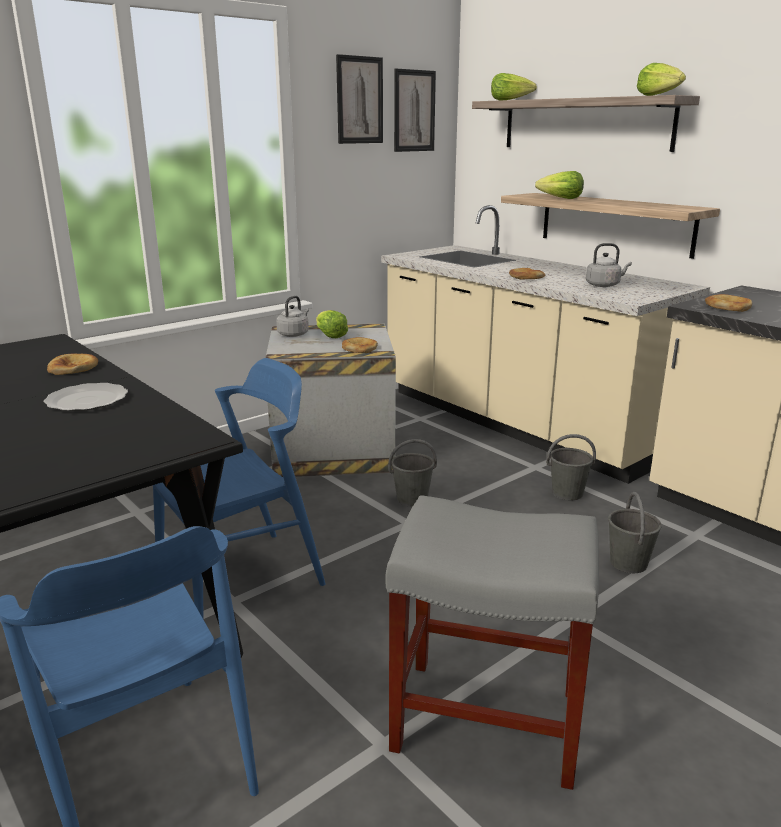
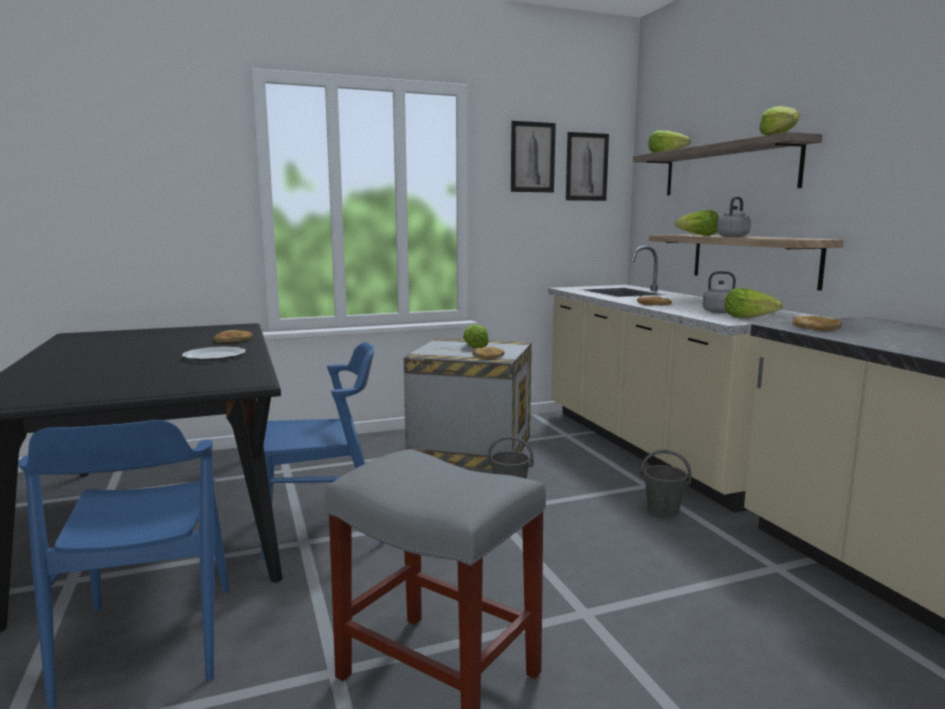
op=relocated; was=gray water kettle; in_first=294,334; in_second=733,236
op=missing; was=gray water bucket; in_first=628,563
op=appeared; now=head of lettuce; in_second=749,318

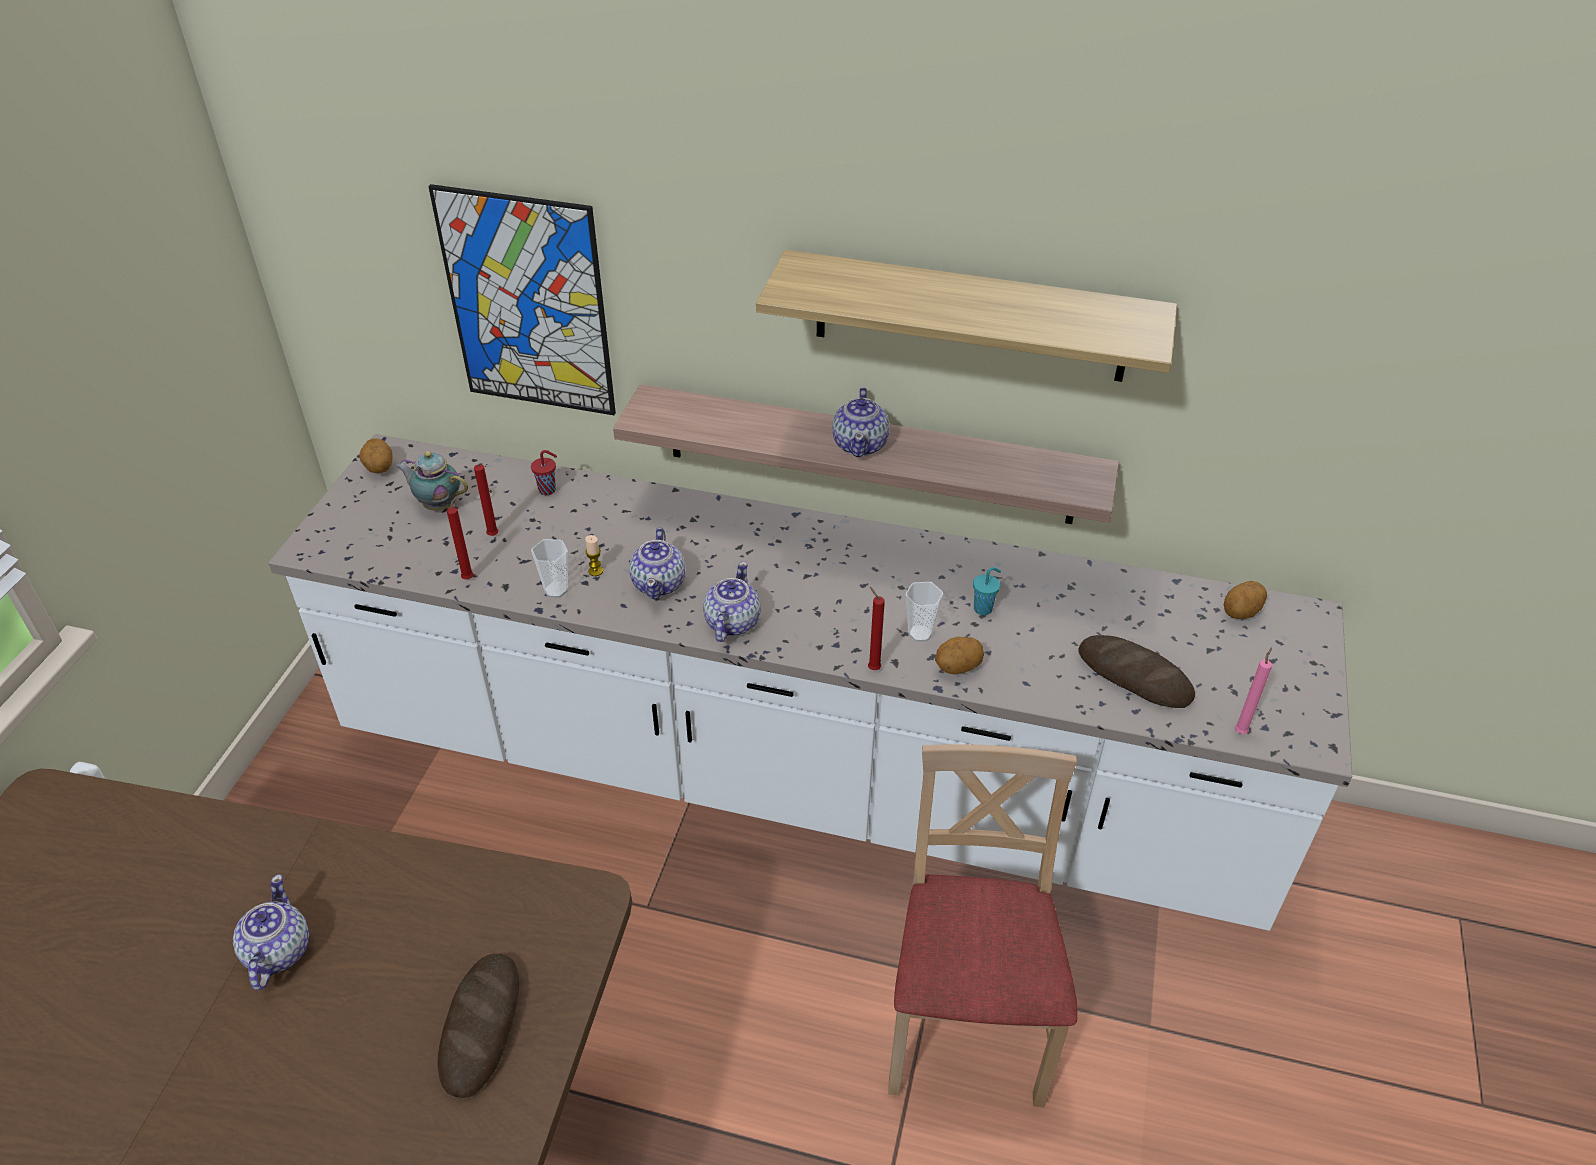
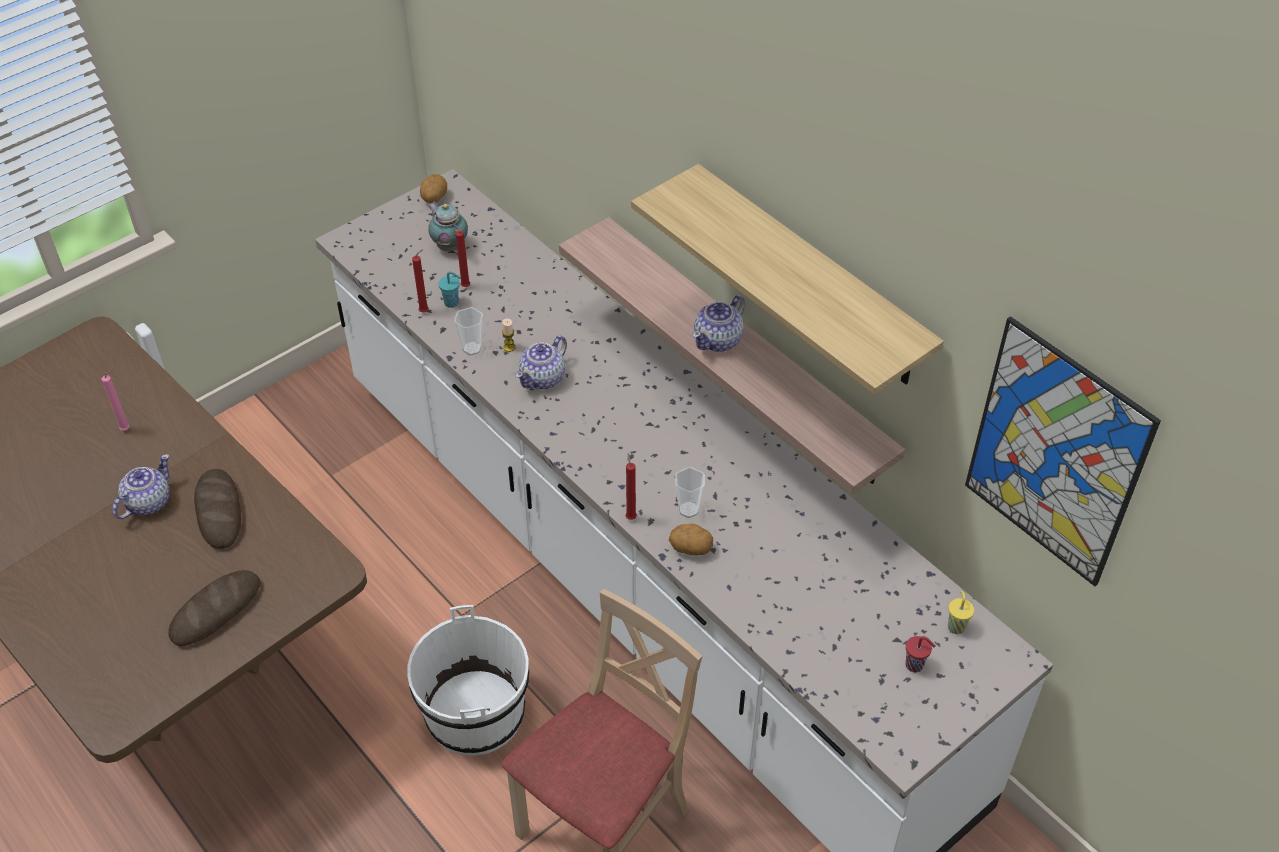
op=relocated; was=wall picture; in_first=527,304; in_second=1055,454
op=relocated; was=red small cup; in_first=548,490; in_second=915,665
op=missing; was=tea pot; in_first=731,623
op=relocated; was=turquoise small cup; in_first=984,608; in_second=452,303
op=exchanged; was=whole potato; now=yellow small cup; in_first=1241,612; in_second=956,626
op=relocated; was=baked bread; in_first=1134,676; in_second=219,512
op=relocated; was=pink-coloured wax candle; in_first=1241,731; in_second=127,429
op=appeared; now=whitish water bucket; in_second=475,714

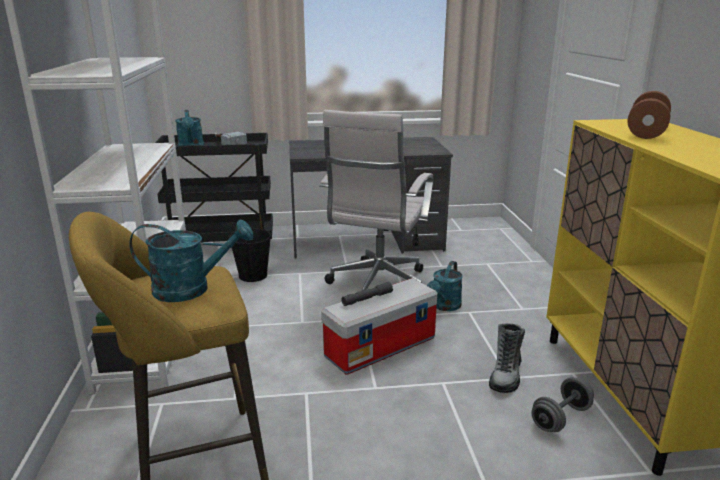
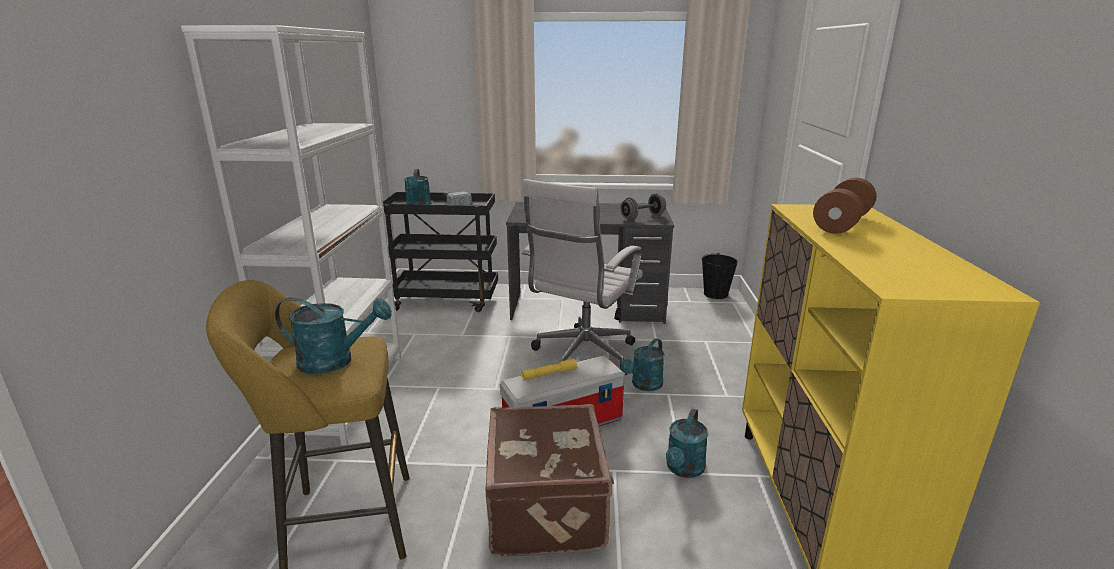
op=relocated; was=black water bucket; in_first=253,275; in_second=716,294
op=colour; was=gray flashlight; now=yellow flashlight; in_first=367,299; in_second=549,374
op=exchanged; was=tall boot; now=turquoise sprinkling can; in_first=506,375; in_second=683,469
op=relocated; was=gray hand weight; in_first=560,418; in_second=642,217
op=appeared; now=brown-coloured piece of luggage; in_second=548,508

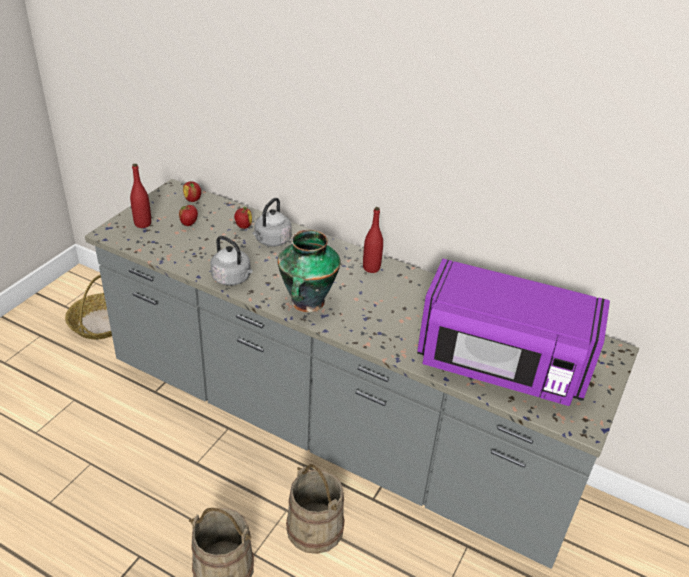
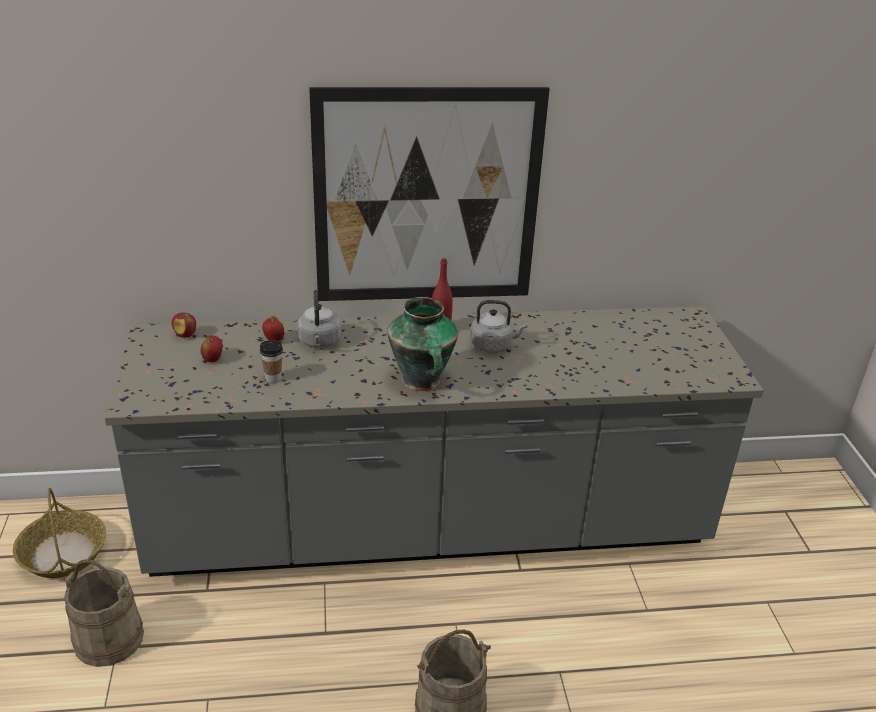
op=missing; was=red drink bottle; in_first=143,224
op=relocated; was=gray water kettle; in_first=233,279; in_second=493,345
op=missing; was=purple microwave; in_first=500,365
op=relocated; was=beige-coloured water bucket; in_first=315,528; in_second=109,638
op=appeared; now=wall picture; in_second=427,198
op=appeared; now=small cup; in_second=273,378

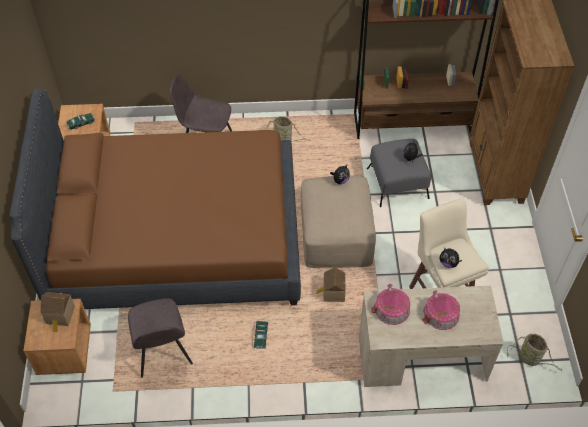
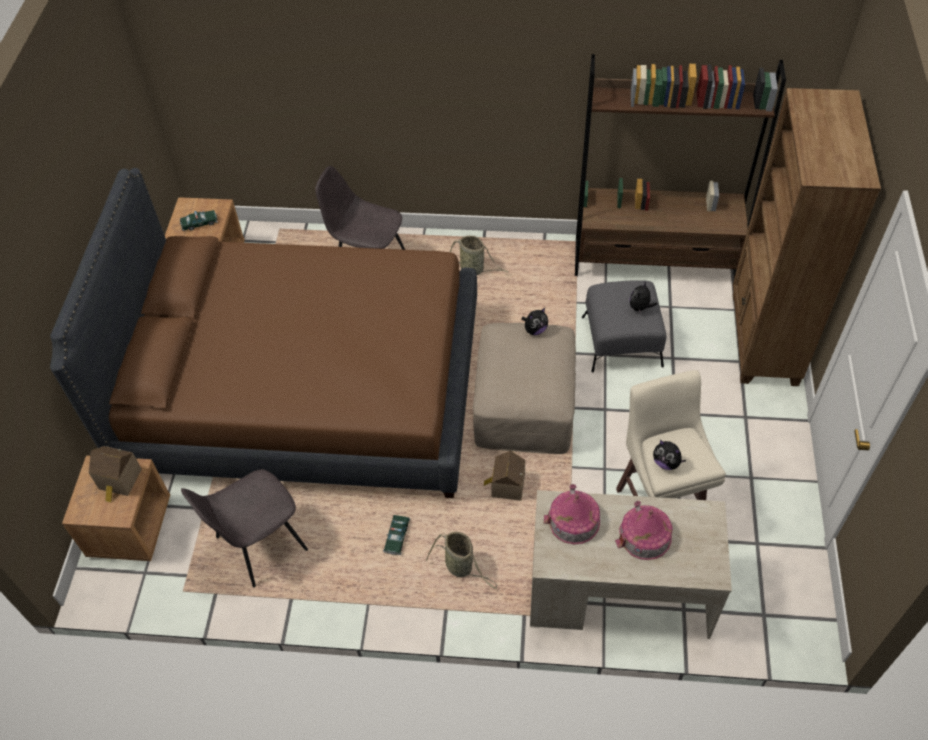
op=spun; was=gray plain chair; in_first=162,353; in_second=259,545; clockwise=60
op=relocated; was=basket; in_first=530,359; in_second=461,567

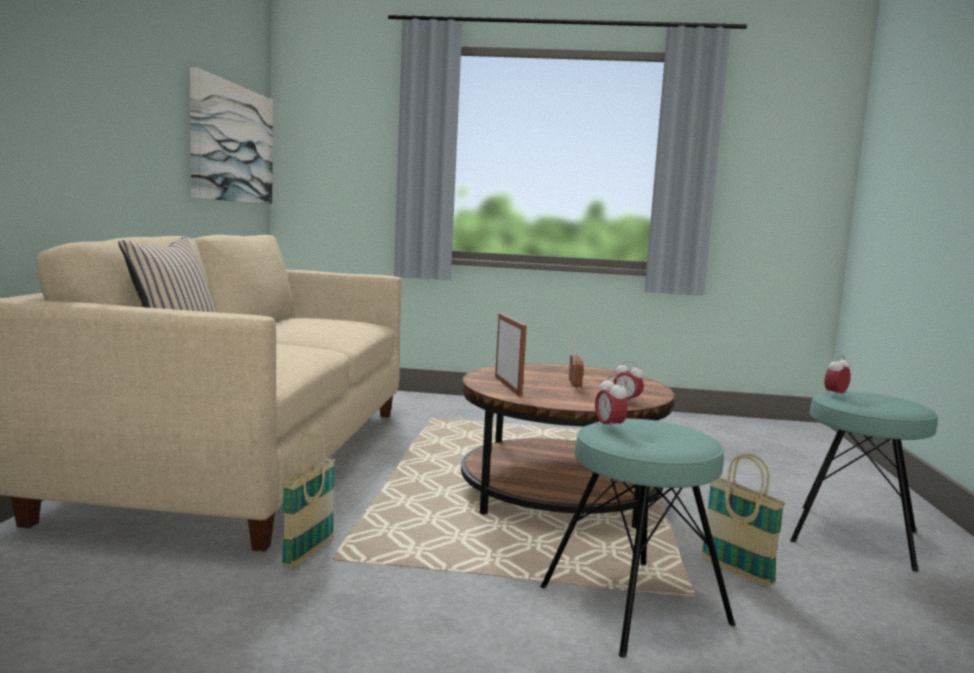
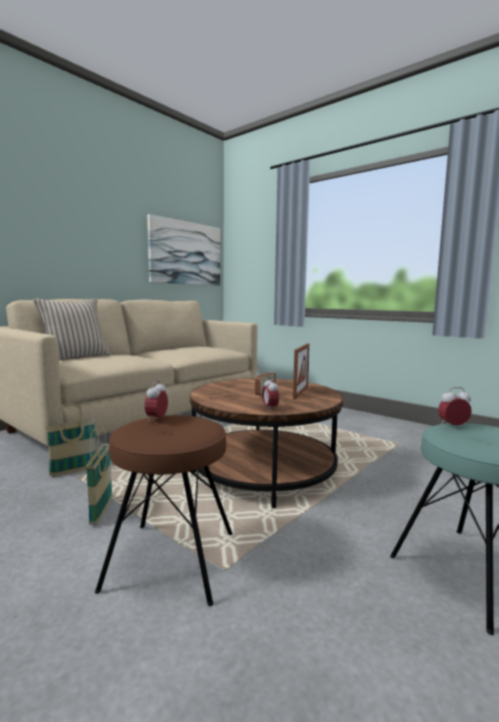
op=relocated; was=standing frame; in_first=507,386; in_second=300,392
op=colour; was=turquoise stool seat; now=brown-coloured stool seat; in_first=633,605; in_second=171,560
op=relocated; was=basket; in_first=736,572; in_second=101,511

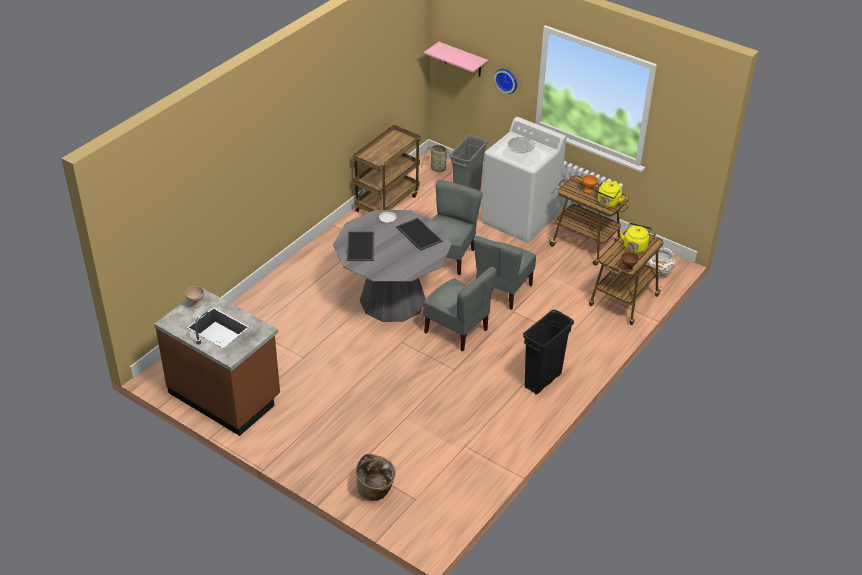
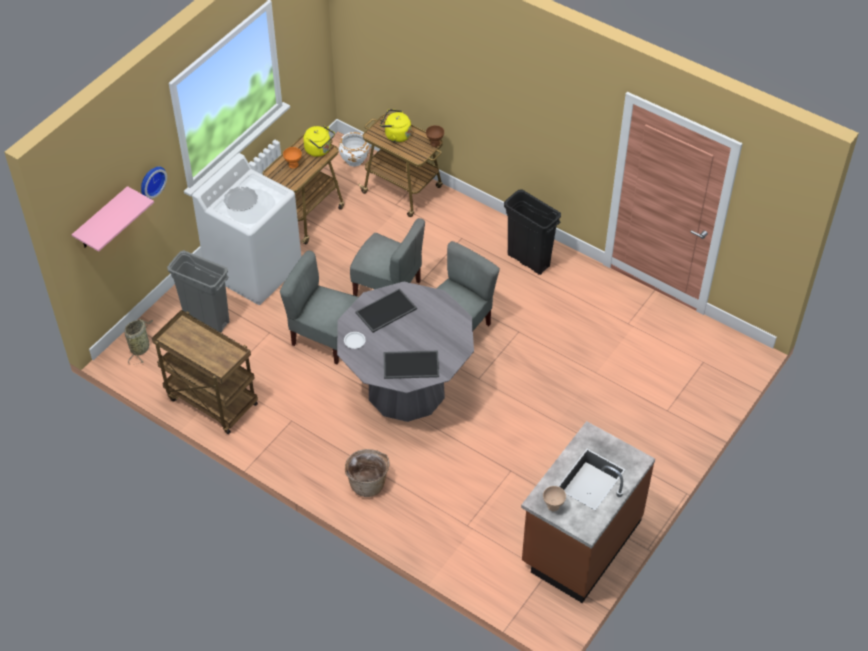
op=relocated; was=basket; in_first=376,491; in_second=368,482

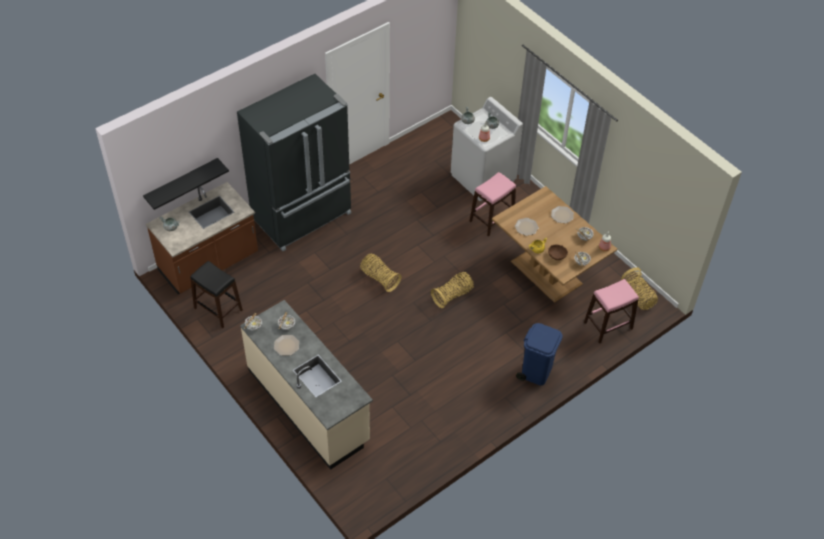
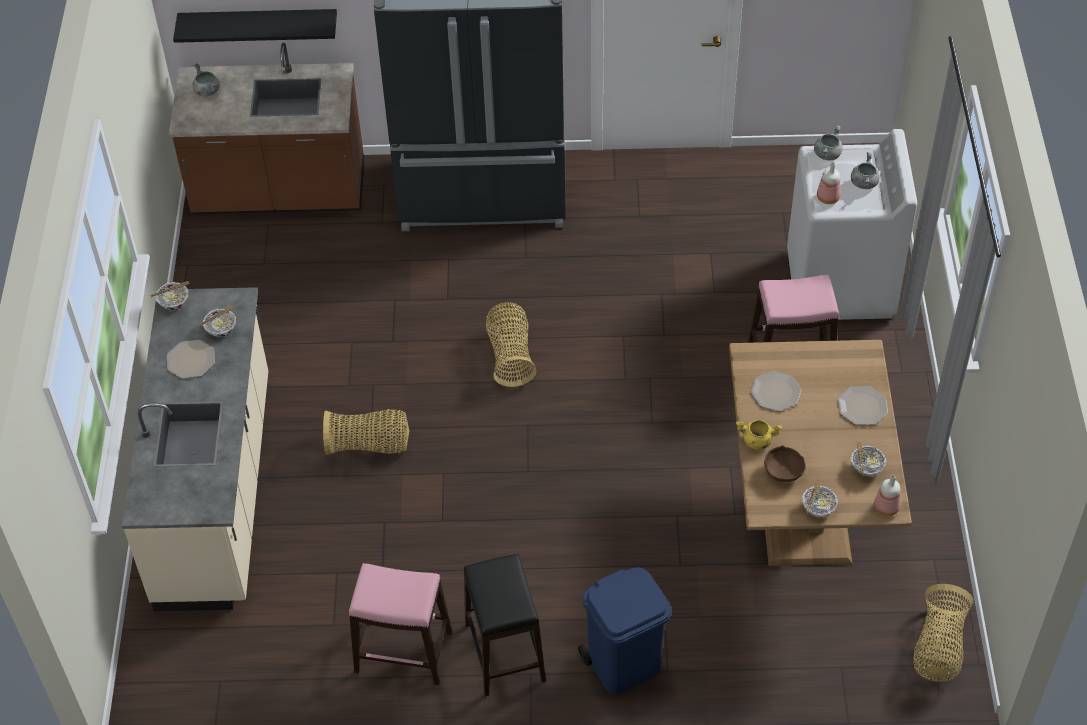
op=relocated; was=black stool seat; in_first=218,309; in_second=504,652
op=relocated; was=basket; in_first=453,295; in_second=369,445
op=relocated; was=pink-coloured stool seat; in_first=608,326; in_second=403,652

